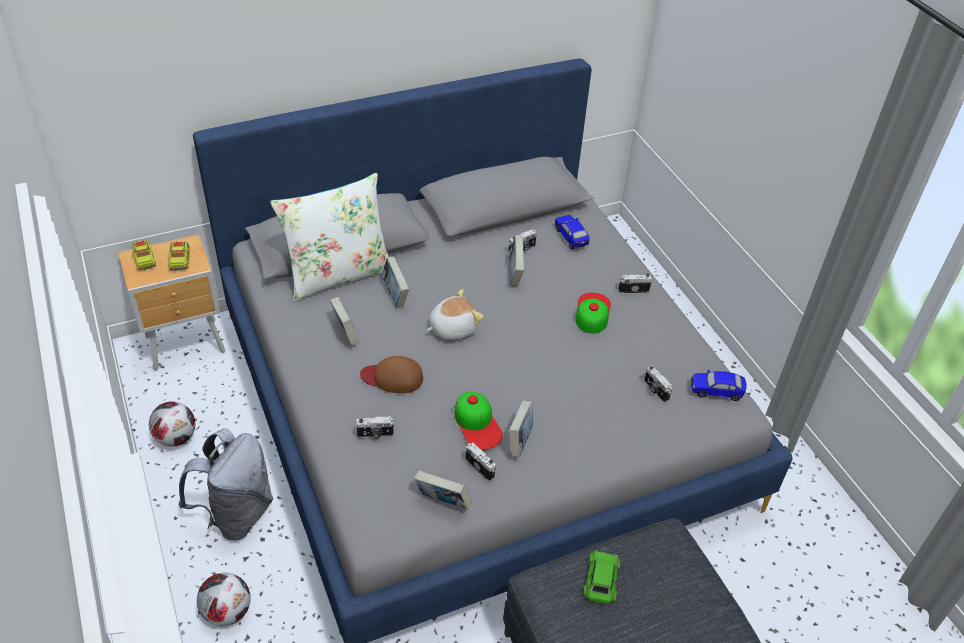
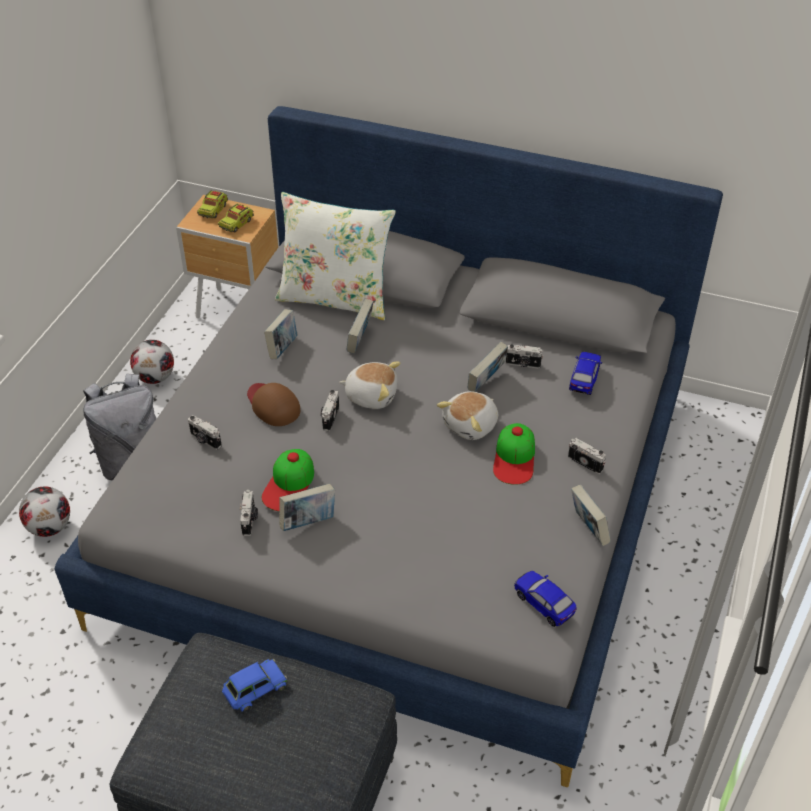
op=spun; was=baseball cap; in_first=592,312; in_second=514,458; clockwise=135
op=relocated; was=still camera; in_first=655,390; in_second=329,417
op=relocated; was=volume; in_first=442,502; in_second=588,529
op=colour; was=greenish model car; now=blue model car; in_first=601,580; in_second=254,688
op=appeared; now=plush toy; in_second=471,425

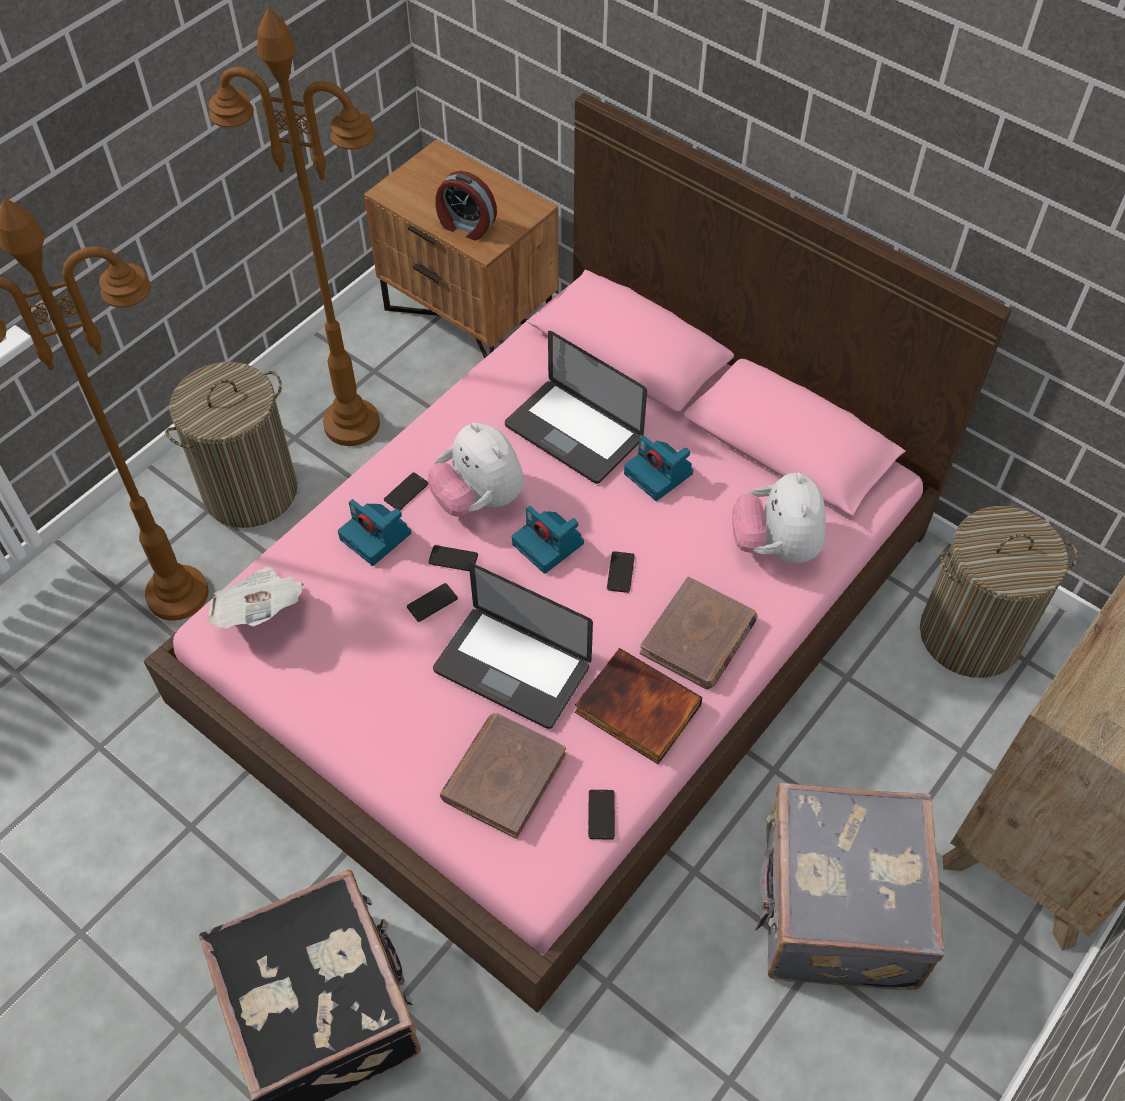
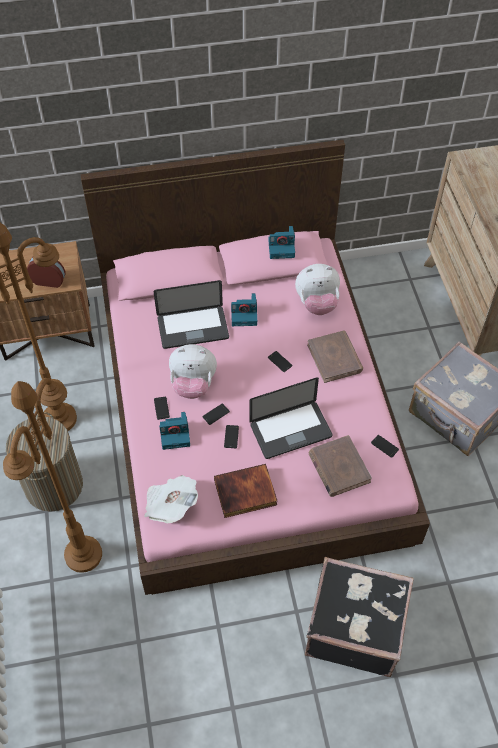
op=spun; was=alarm clock; in_first=466,226; in_second=49,280; clockwise=-150
op=spun; was=plush toy; in_first=775,546; in_second=317,303; clockwise=-45
op=relocated; was=still camera; in_first=549,544; in_second=282,248
op=missing; was=washing basket; in_first=969,635
op=relocated; was=volume; in_first=636,710; in_second=245,493

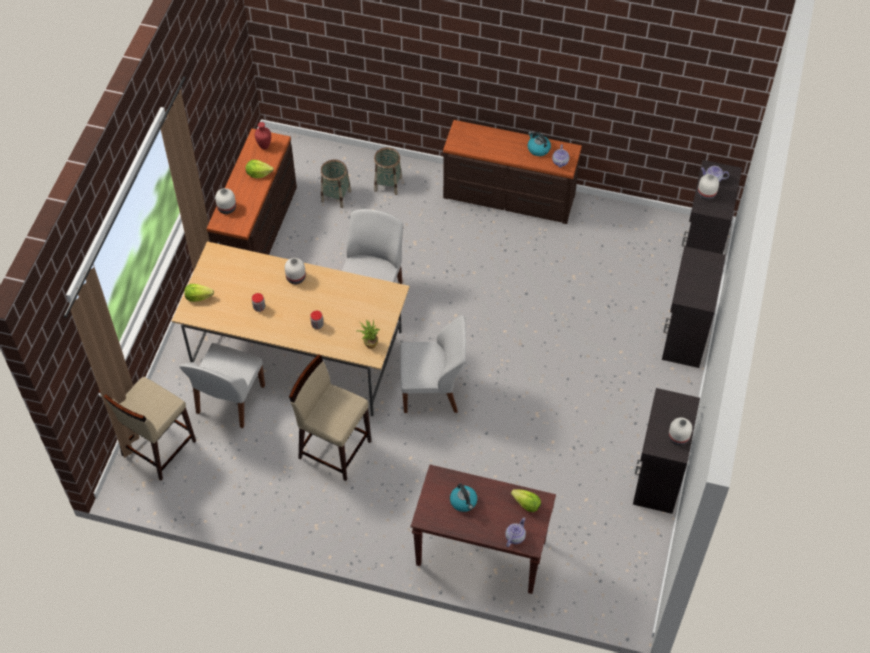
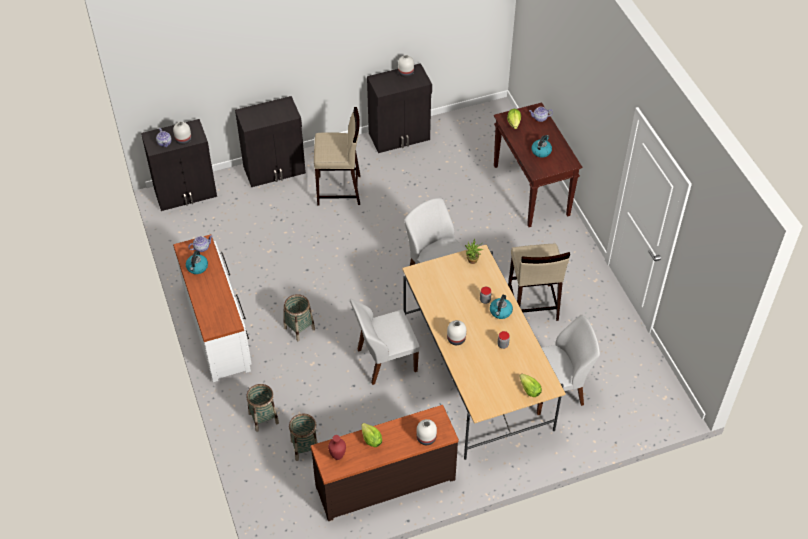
op=colour; was=brown-coloured dresser; now=whitish dresser; in_first=508,197; in_second=218,328
op=relocated; was=beige-coloured stool seat; in_first=158,448; in_second=339,190
op=appeared; now=basket; in_second=299,328
op=appeared; now=water kettle; in_second=500,312

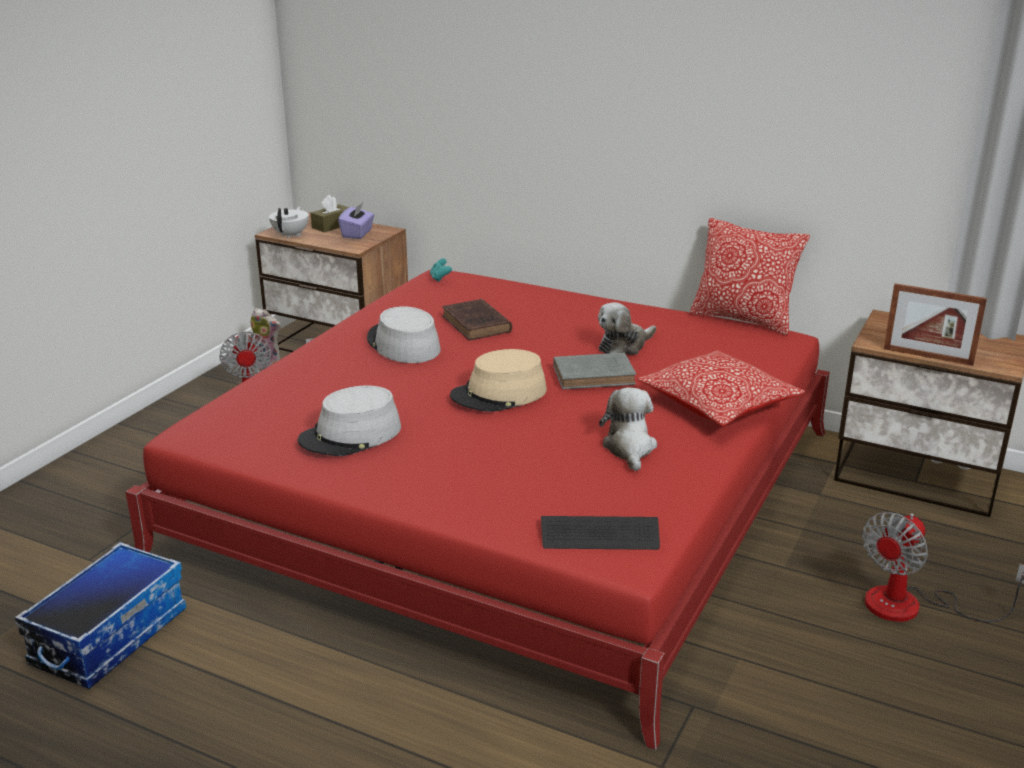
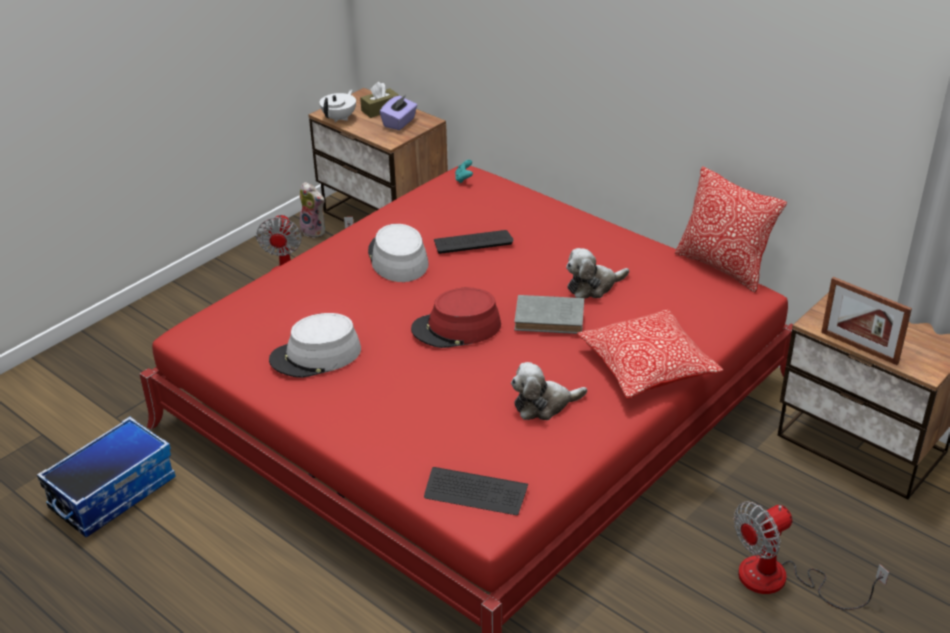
op=exchanged; was=brown-coloured volume; now=computer keyboard; in_first=477,325; in_second=472,242
op=colour; was=beige-coloured clothing hat; now=red clothing hat; in_first=499,394; in_second=456,328
op=spun; was=plush toy; in_first=629,448; in_second=544,405; clockwise=-120

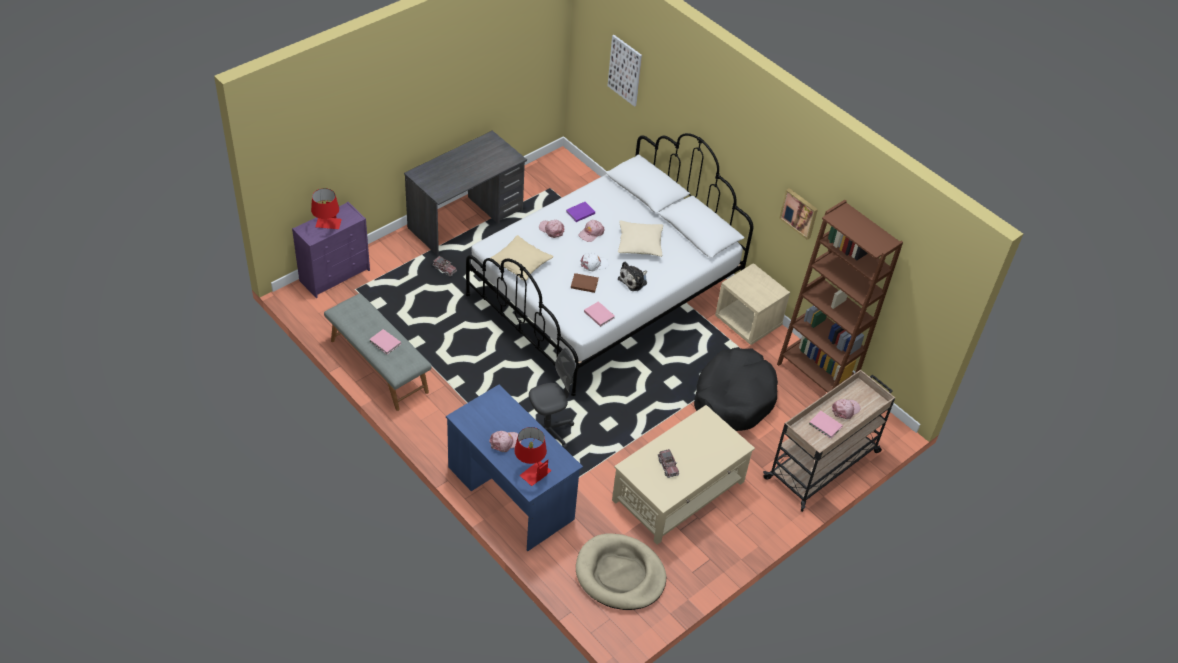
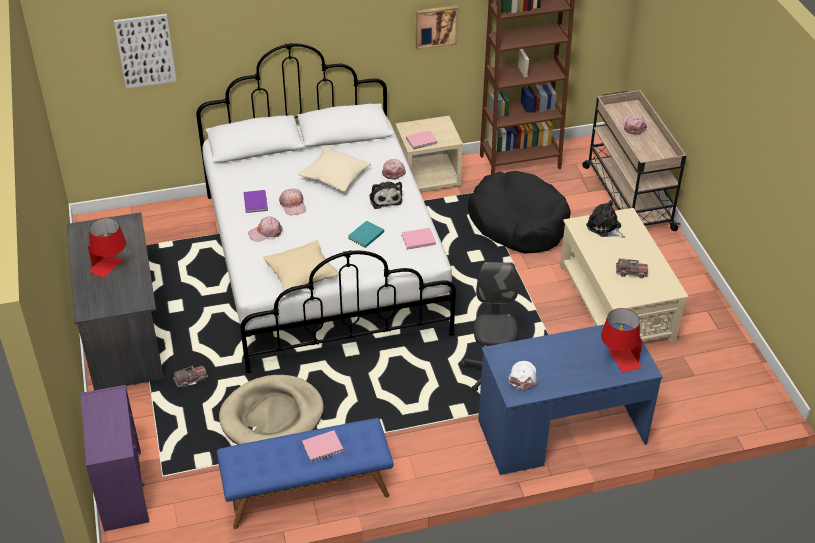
op=relocated; was=red lamp for a table; in_first=327,226; in_second=111,267
op=relocated; was=whitish baseball cap; in_first=594,264; in_second=522,377
op=colour; was=brown-coloured volume; now=turquoise volume; in_first=583,283; in_second=365,235
op=colour; was=gray long seat; now=blue long seat; in_first=378,366; in_second=307,492
op=relocated; was=pink-coloured volume; in_first=825,426; in_second=422,141
op=relocated; was=pink-coloured baseball cap; in_first=505,442; in_second=393,170
op=relocated; was=beige-coloured pet bed; in_first=620,574; in_second=272,416
op=appeared; now=plush toy; in_second=605,227

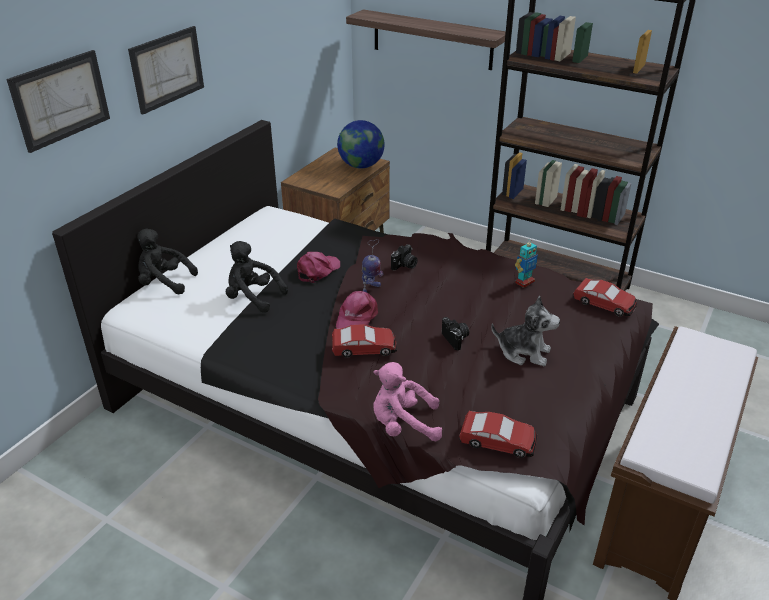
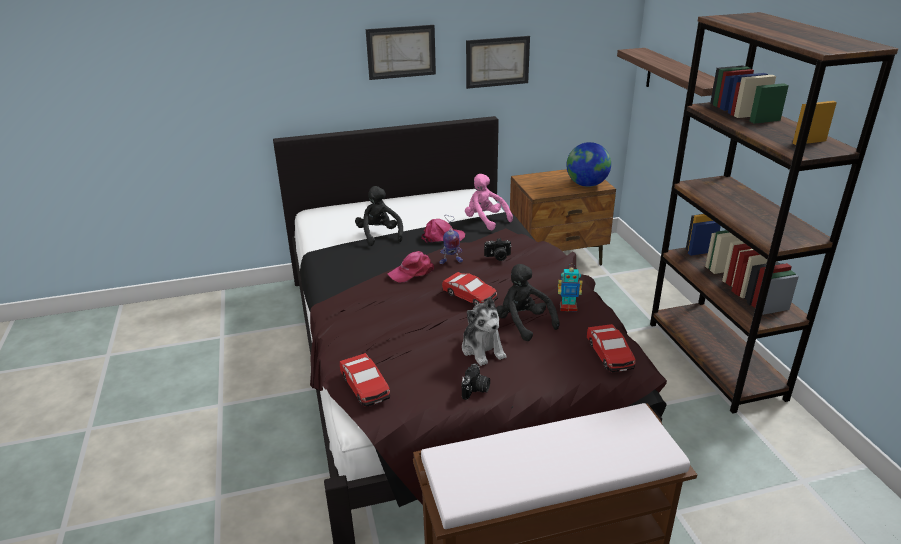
op=relocated; was=wall picture; in_first=60,100; in_second=497,62
op=relocated; was=black plush toy; in_first=164,283; in_second=523,323
op=relocated; was=still camera; in_first=456,339; in_second=476,390
op=relocated; was=model car; in_first=364,348; in_second=470,296
op=relocated; was=pink-coloured plush toy; in_first=403,425; in_second=485,220

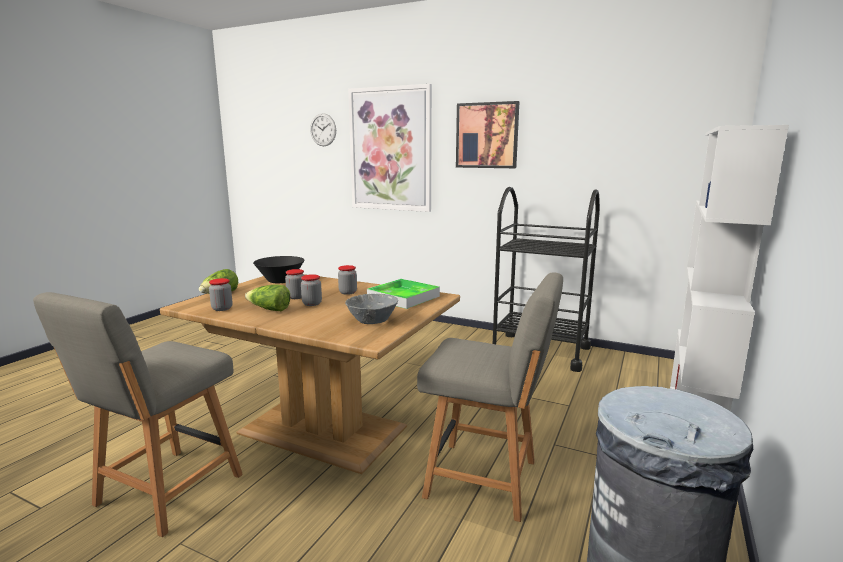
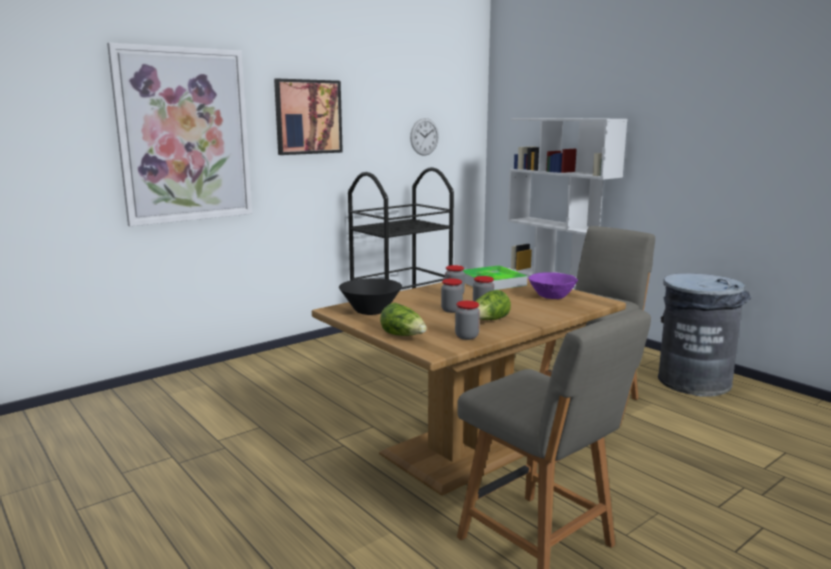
op=relocated; was=wall clock; in_first=323,130; in_second=424,136
op=colour; was=gray bowl; now=purple bowl; in_first=372,320; in_second=551,296

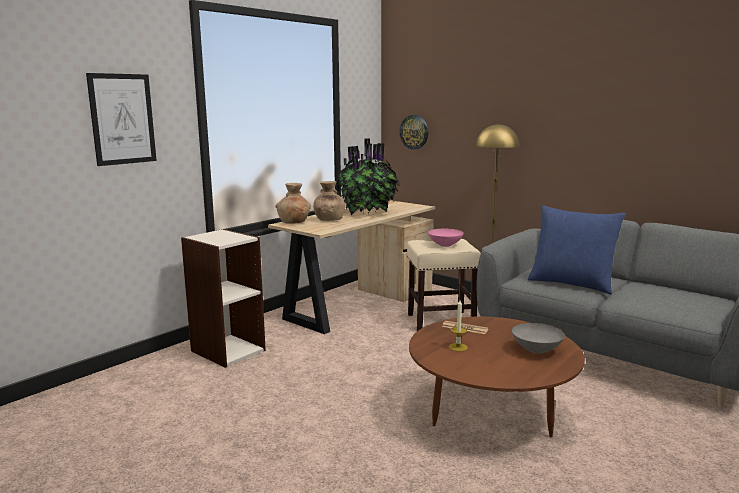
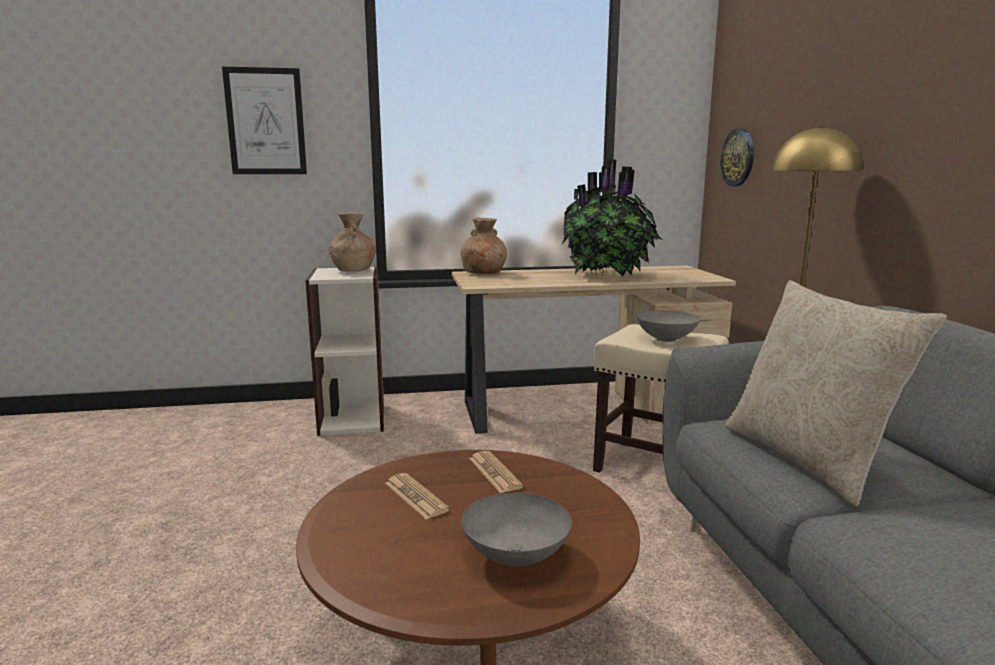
op=relocated; was=brown-coloured vase; in_first=329,220; in_second=353,270
op=colour; was=blue cushion; now=beige-coloured cushion; in_first=571,283; in_second=808,459
op=colour; was=pink-coloured bowl; now=gray bowl; in_first=445,245; in_second=666,339
op=exchanged; was=wax candle; now=printed paper; in_first=458,347; in_second=415,497

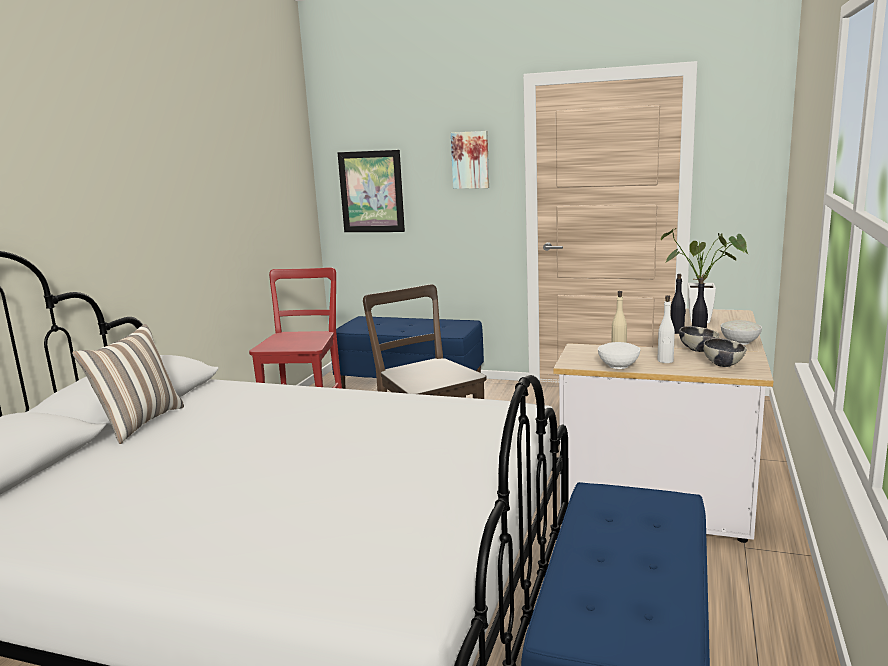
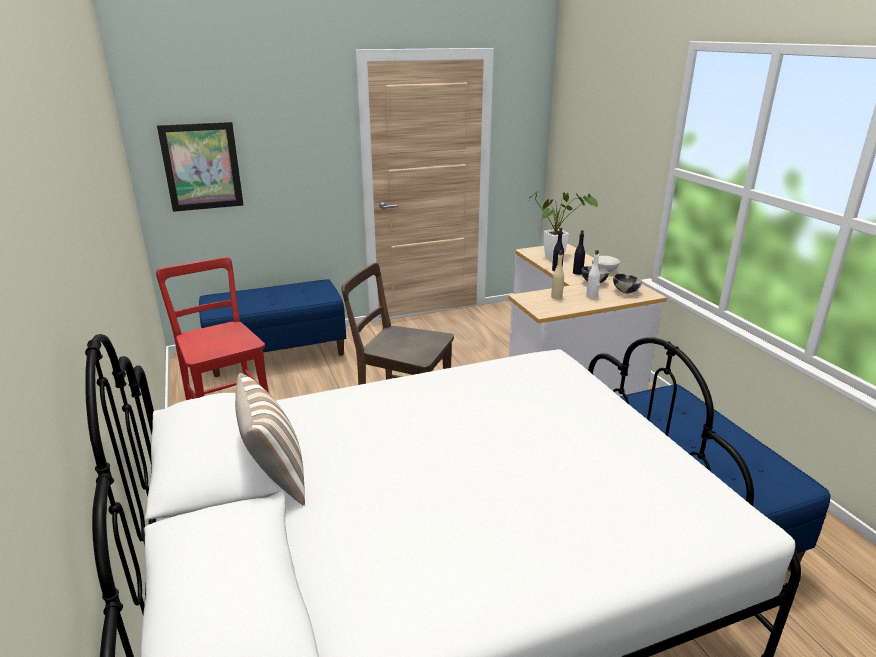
op=missing; was=wall picture; in_first=470,160
op=missing; was=whitish bowl; in_first=618,365

